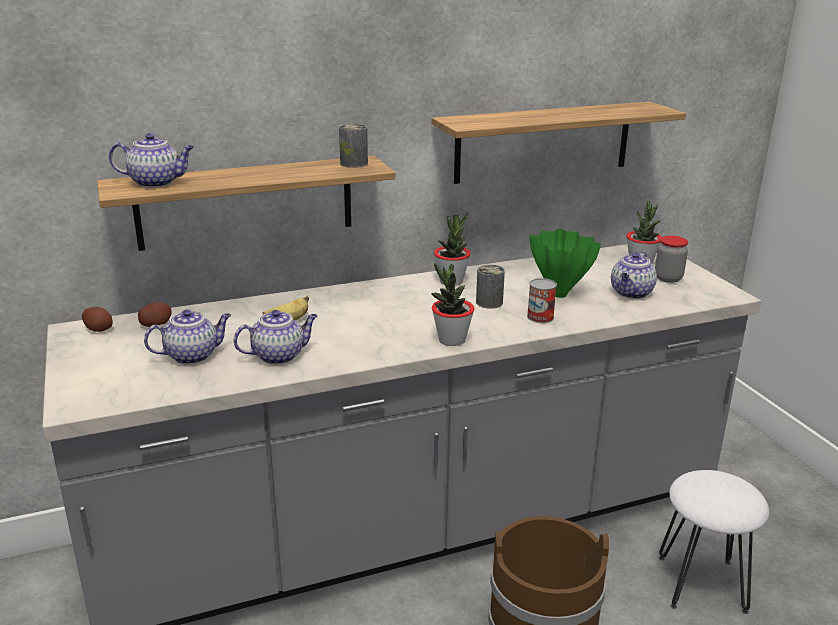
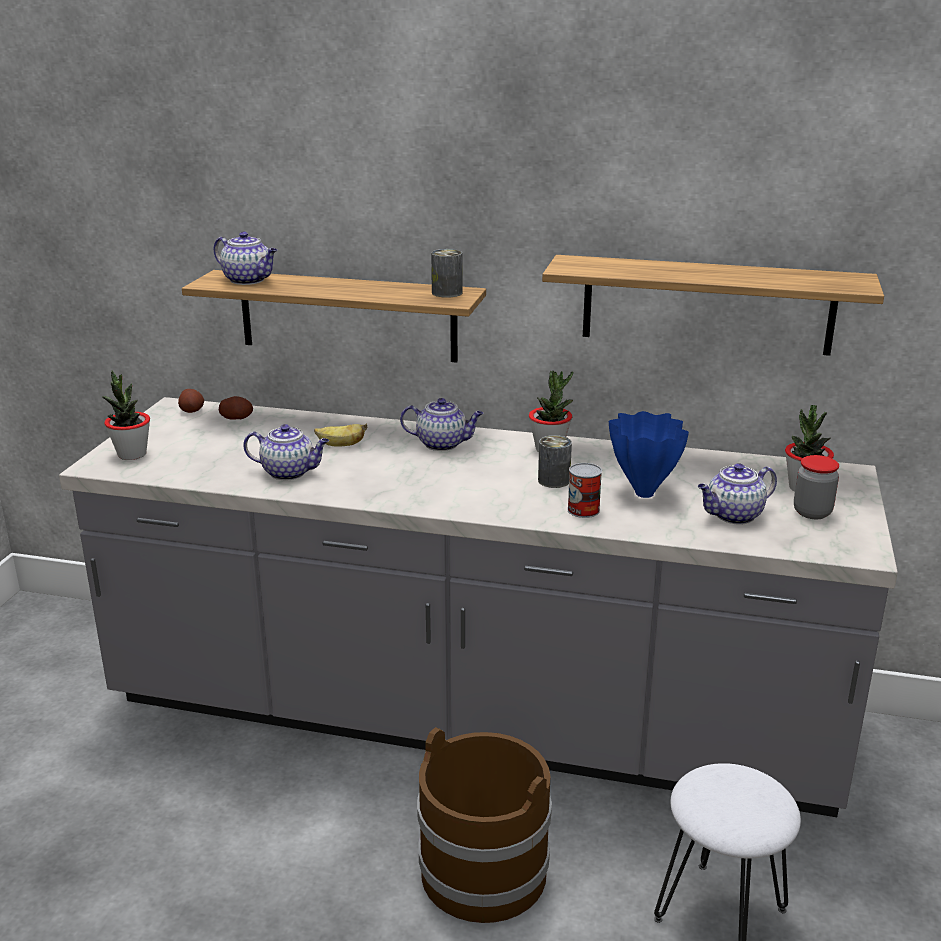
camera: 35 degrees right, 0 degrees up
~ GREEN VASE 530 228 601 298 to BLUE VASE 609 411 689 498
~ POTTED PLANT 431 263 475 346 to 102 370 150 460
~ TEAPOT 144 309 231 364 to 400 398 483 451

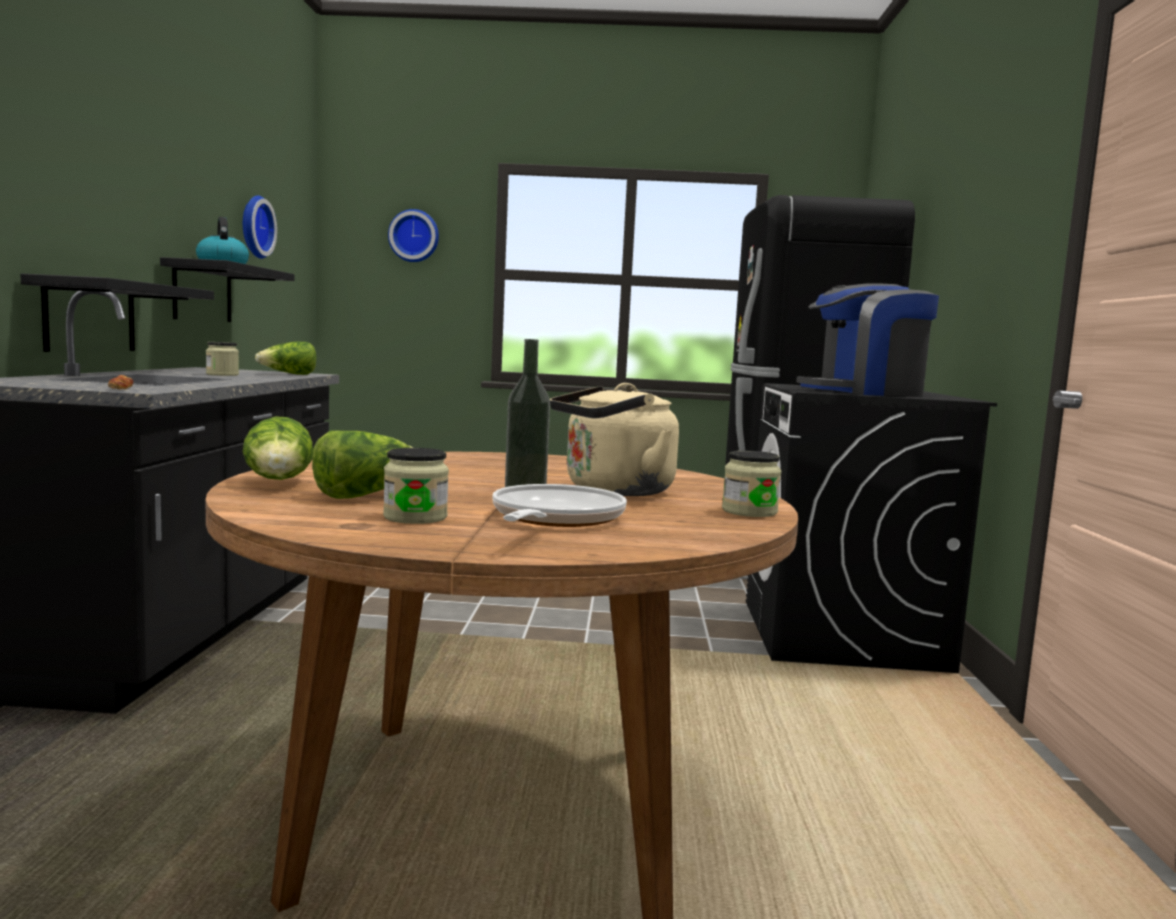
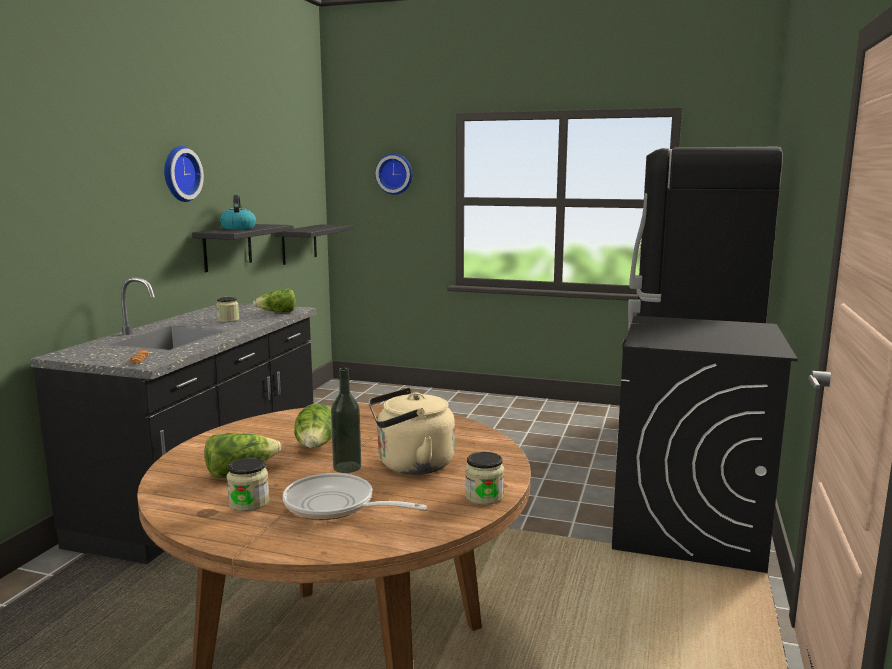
camera: 15 degrees right, 5 degrees up
~ WALL CLOCK 243 195 277 259 to 164 146 204 202
~ BLACK SHELF 20 273 214 352 to 275 224 353 265
- COFFEE MACHINE 797 284 939 397
~ LETTUCE 243 416 313 480 to 294 403 332 448
~ FRYING PAN 492 484 627 527 = 283 473 427 520 90 degrees counterclockwise

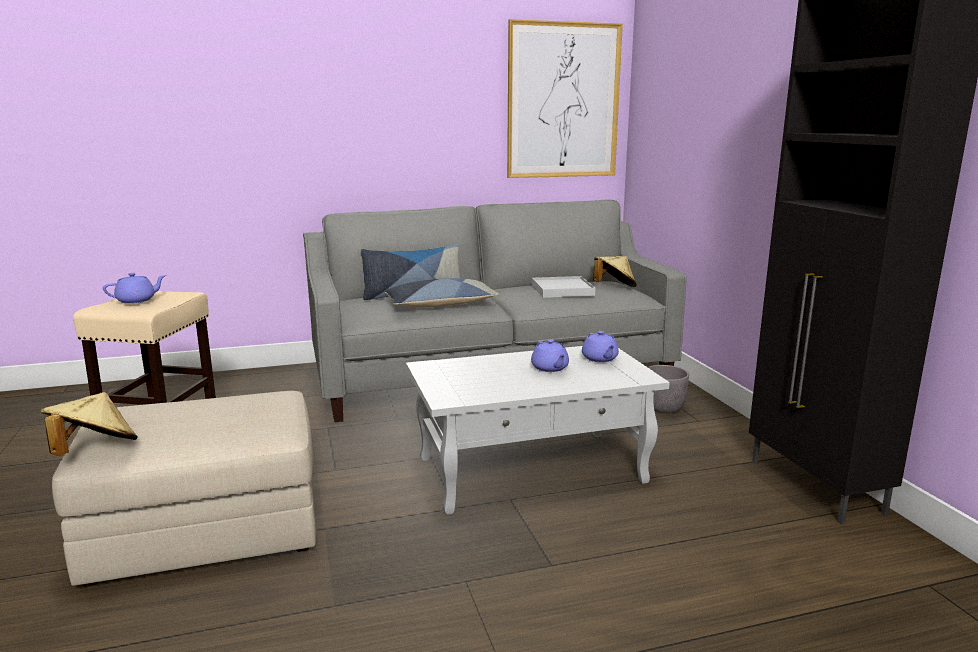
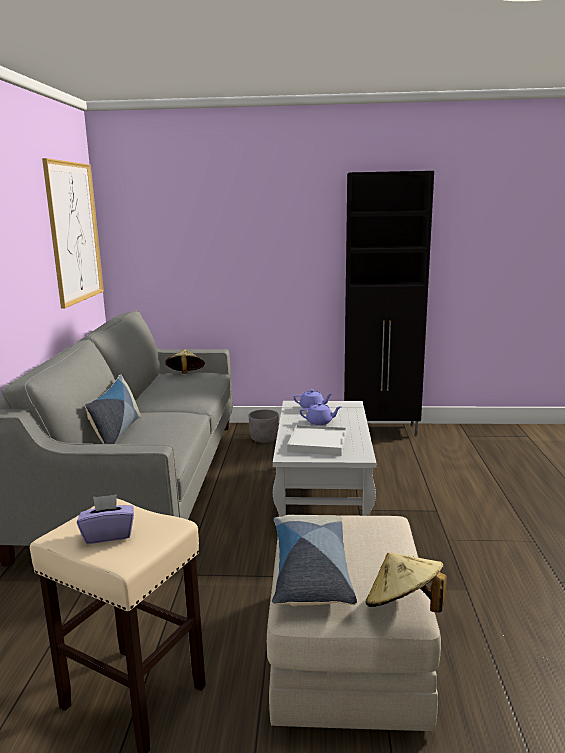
camera: 70 degrees left, 0 degrees up
~ PURPLE TEAPOT 103 273 166 304 to PURPLE TISSUE BOX 77 494 134 544
~ WHITE TRAY 532 276 595 298 to 287 425 347 456
~ PILLOW 384 278 499 307 to 272 515 357 607

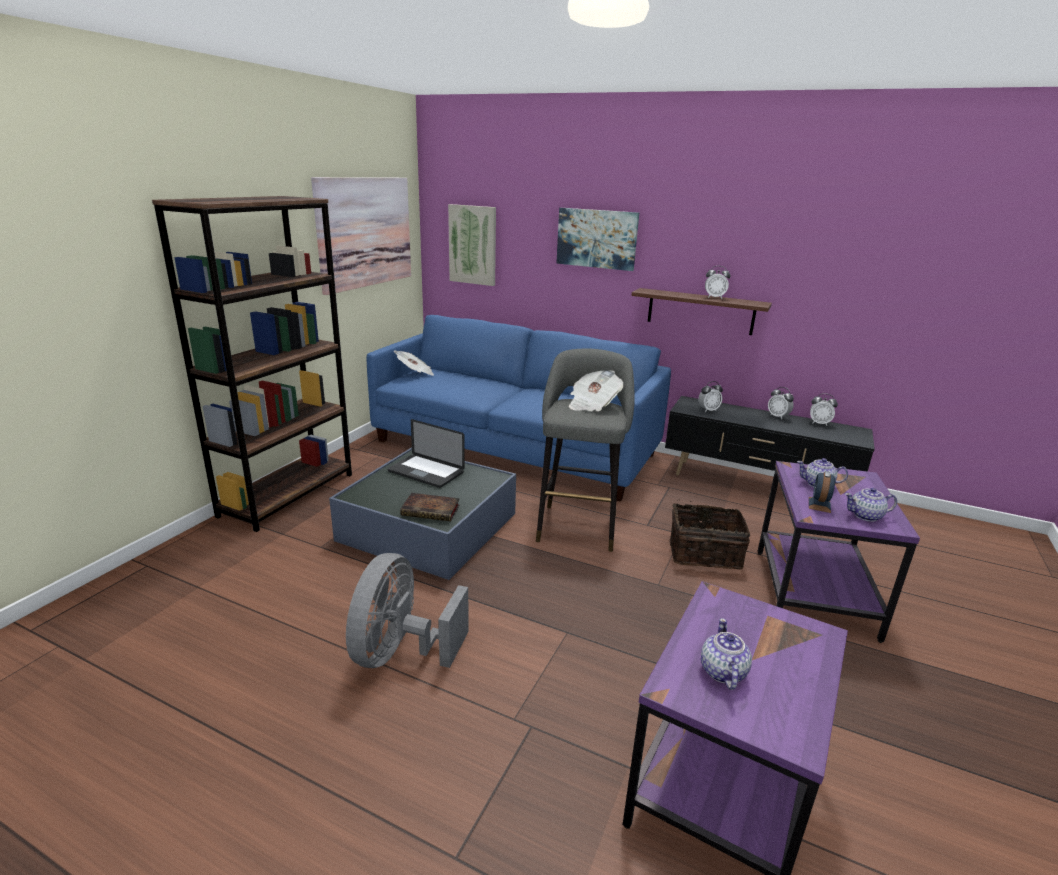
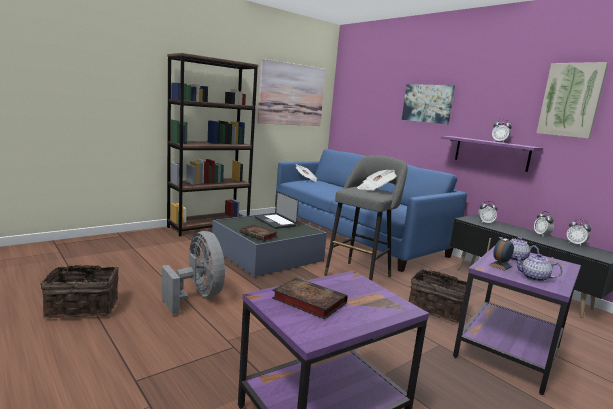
camera: 25 degrees right, 10 degrees down
~ PICTURE 448 204 496 286 to 536 62 608 139
~ BROWN SHELF 632 288 772 335 to PURPLE SHELF 441 136 543 172
~ GREY FAN 346 553 469 668 = 162 231 225 314 105 degrees clockwise
~ TEAPOT 701 618 752 690 to BOOK 272 277 348 319
+ BASKET 40 264 119 318

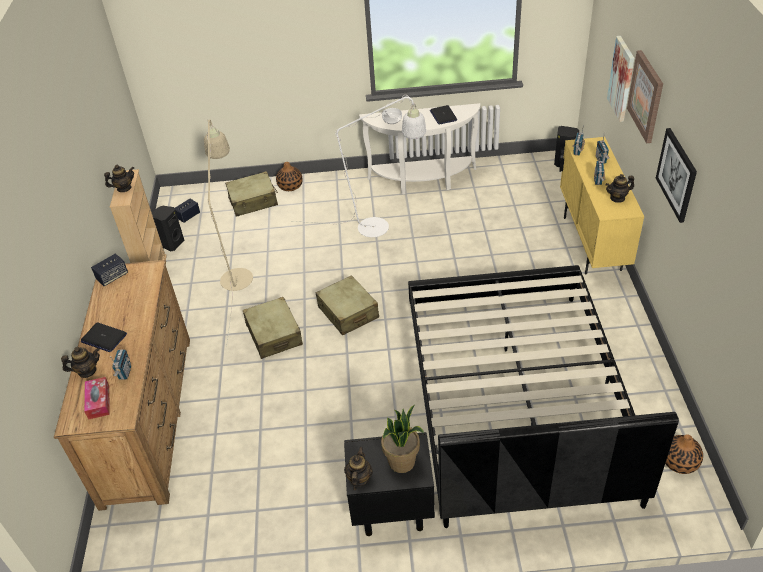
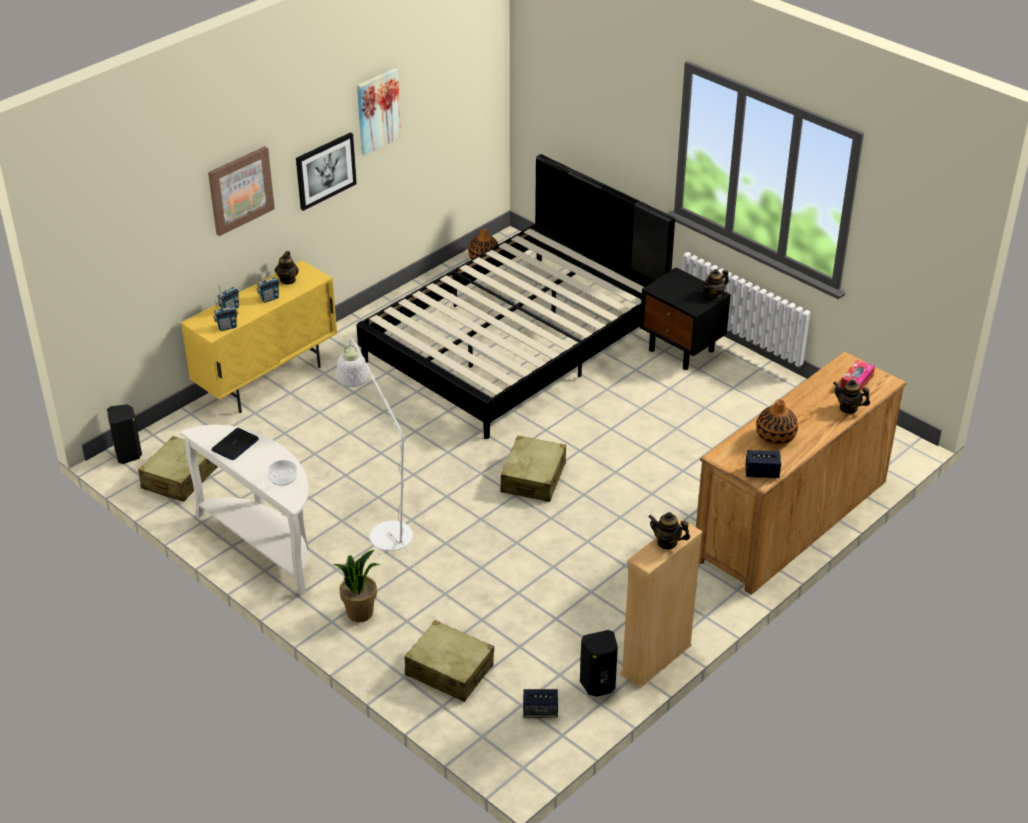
camera: 135 degrees left, 5 degrees down
~ PICTURE 607 36 634 122 to 357 68 401 156
- BEIGE FLOOR LAMP 204 119 253 347
~ VASE 276 162 303 191 to 756 399 798 445
~ TEAPOT 606 174 634 203 = 275 251 299 284 60 degrees clockwise
~ BEIGE SUITCASE 243 297 303 359 to 138 436 218 502
- LAPTOP 81 322 127 352
- RADIO 110 349 131 380
~ POTTED PLANT 381 405 424 473 to 333 550 380 622

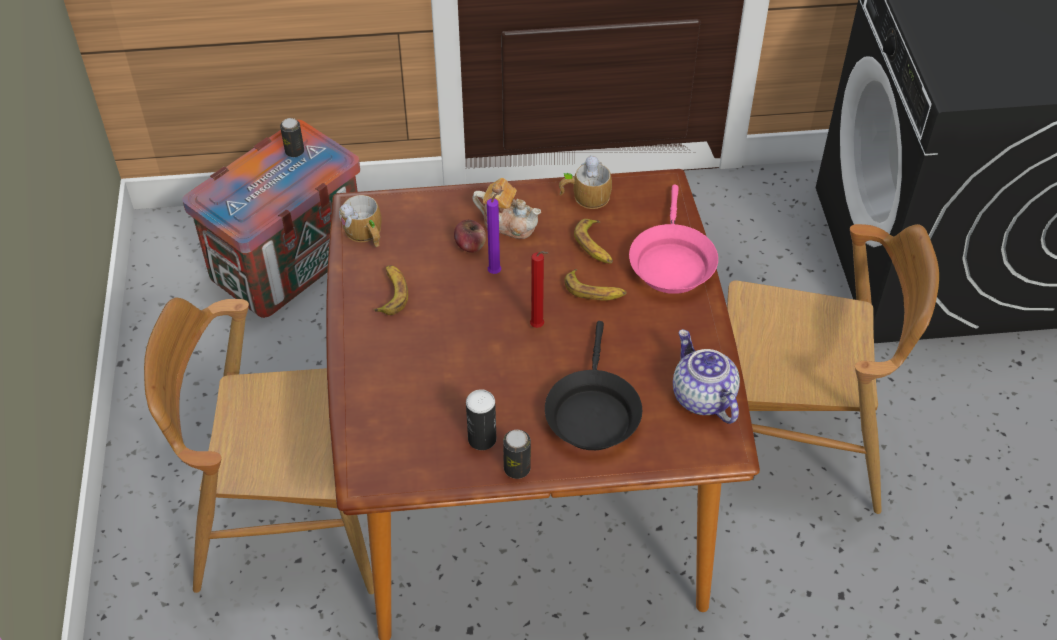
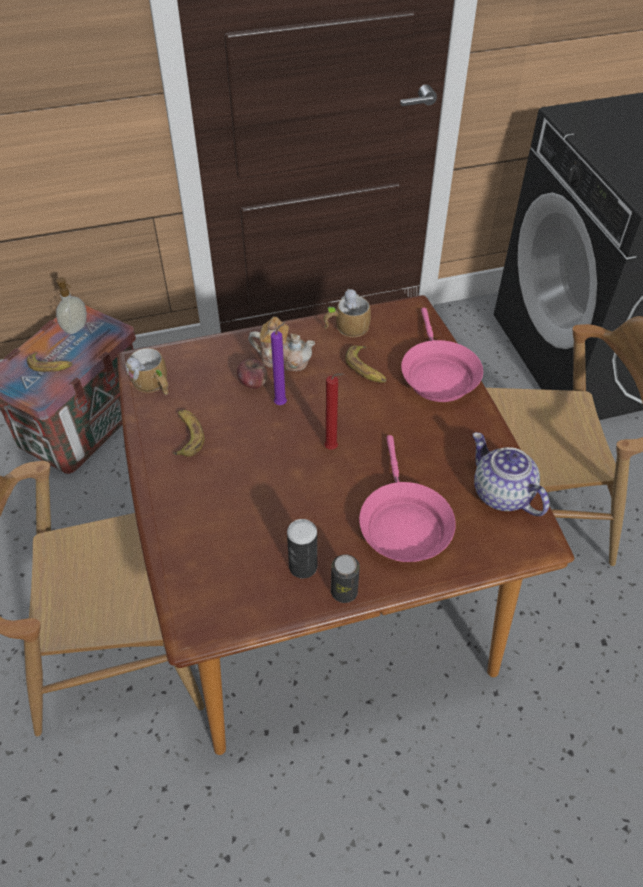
camera: 10 degrees left, 0 degrees up
~ CAN 280 118 304 157 to SOAP DISPENSER 56 277 87 334
~ BANANA 564 269 627 300 to 27 352 72 372
~ BLACK FRYING PAN 545 321 642 450 to PINK FRYING PAN 359 435 455 562

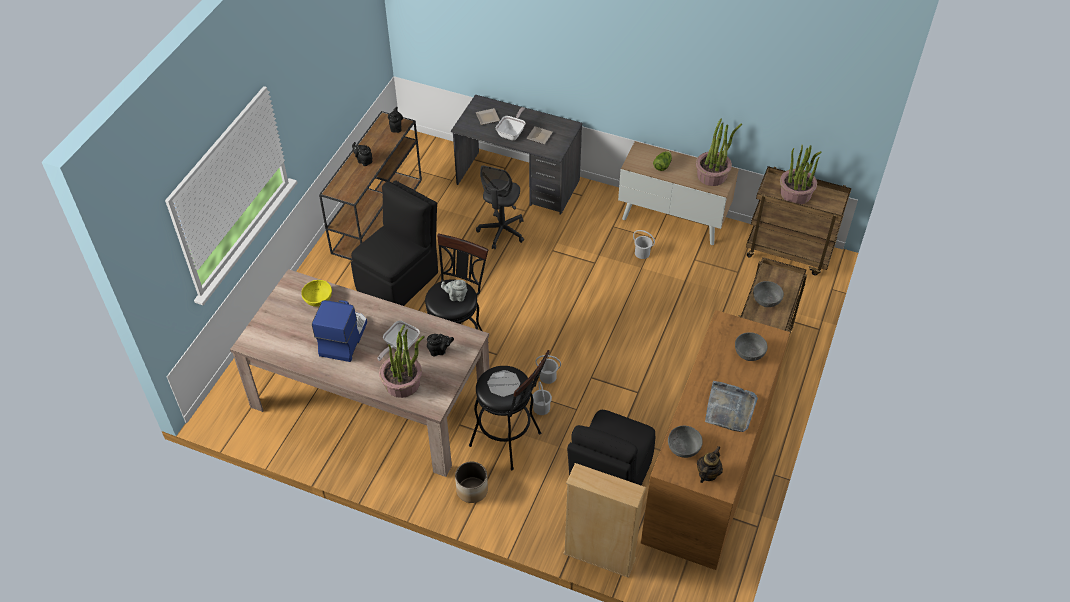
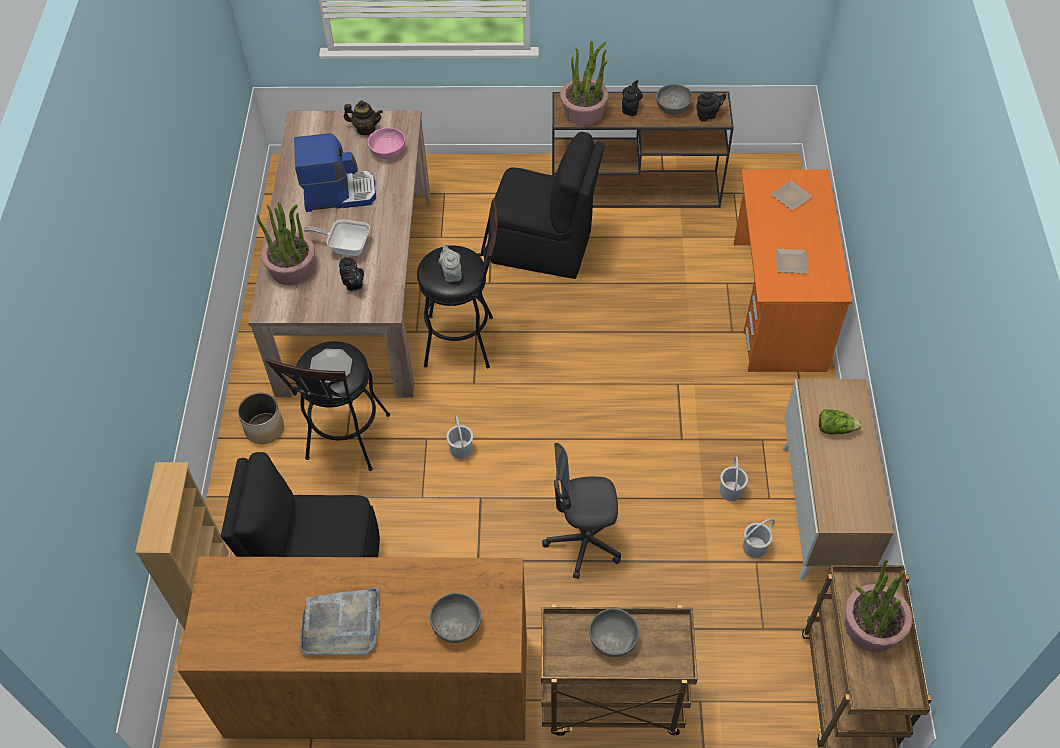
camera: 70 degrees right, 5 degrees up
~ GREY DESK 451 95 583 215 to ORANGE DESK 734 169 852 372
- FRYING PAN 496 107 526 140
~ POTTED PLANT 696 119 742 186 to 560 41 608 126
~ GREY OFFICE CHAIR 476 165 524 249 to 542 443 621 579
~ YELLOW BOWL 301 280 332 307 to PINK BOWL 368 128 405 159
~ WHITE BUCKET 533 381 552 415 to 743 518 775 558
~ GREY BOWL 668 426 703 458 to 656 84 693 115
~ TEAPOT 697 446 723 483 to 344 100 383 135

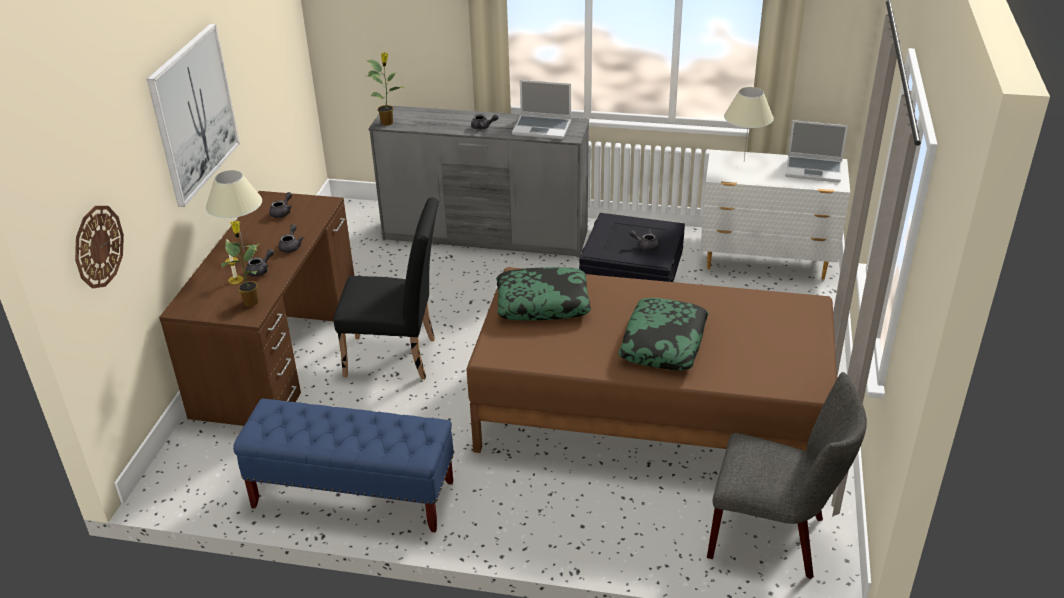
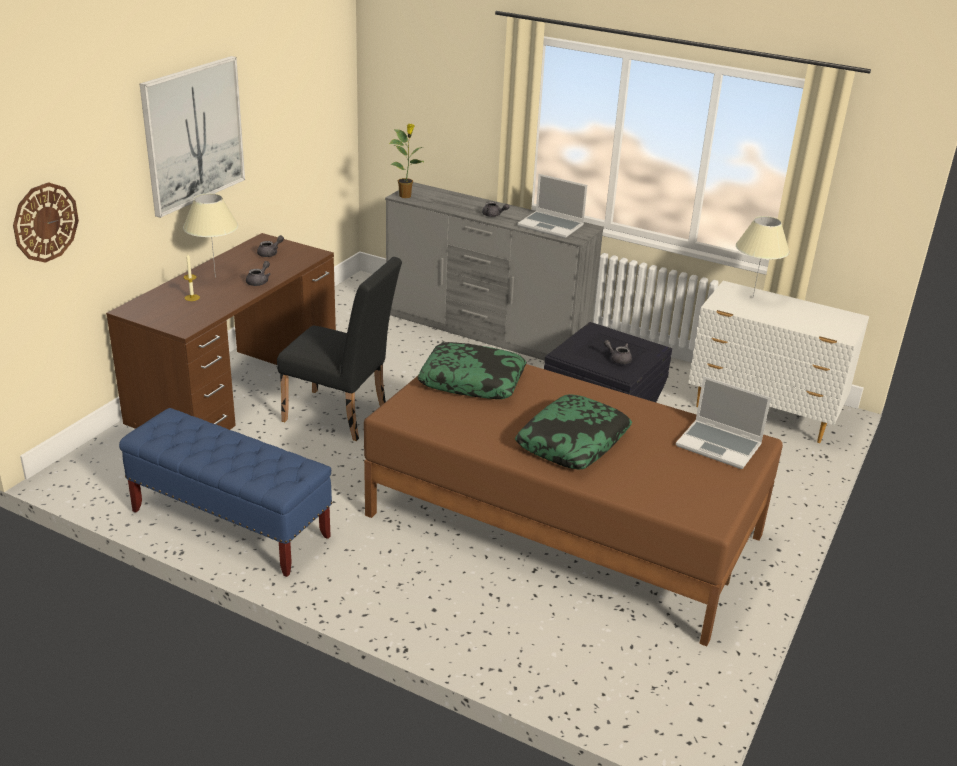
camera: 15 degrees right, 5 degrees down
~ LAPTOP 785 120 848 183 to 676 376 771 469
- POTTED PLANT 221 221 259 307
- GREY TEAPOT 246 249 274 277
- GREY CHAIR 707 372 867 579

